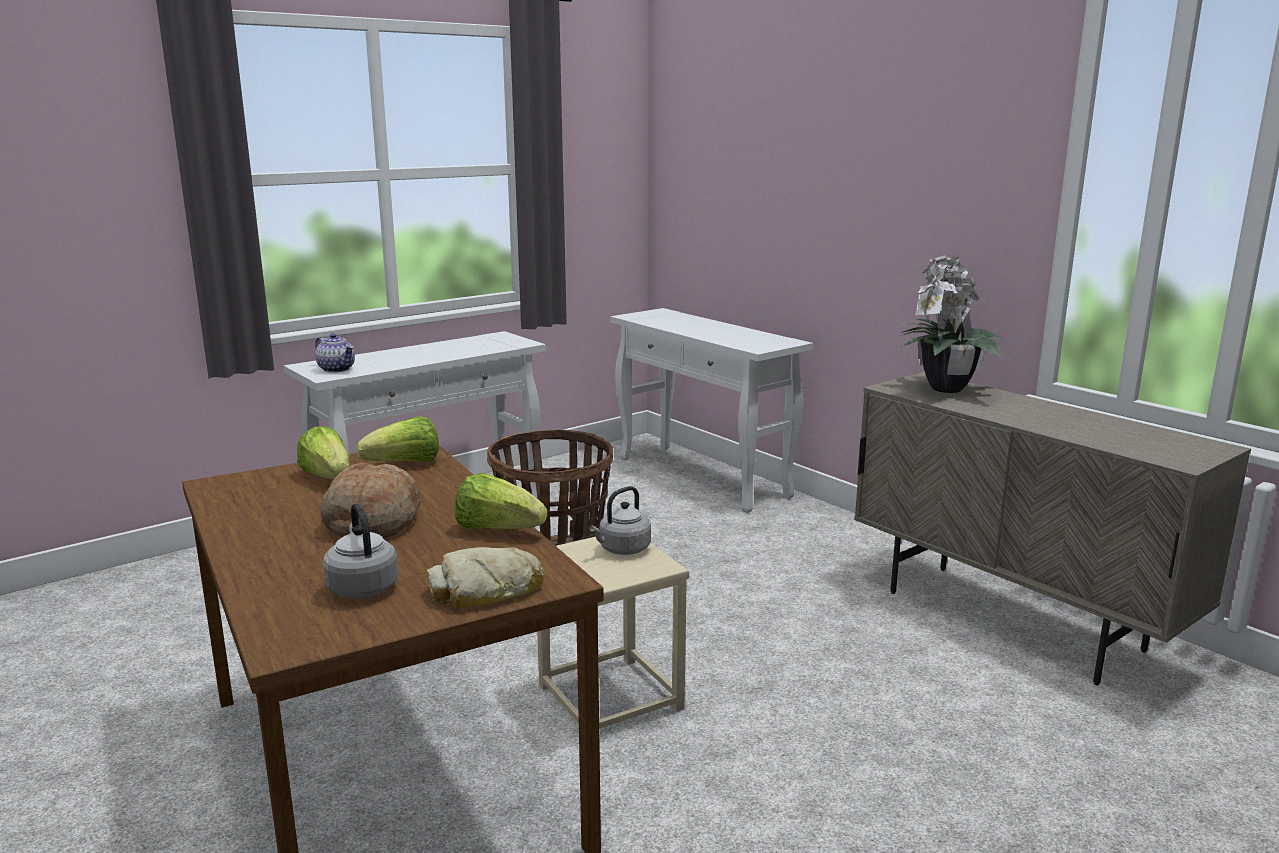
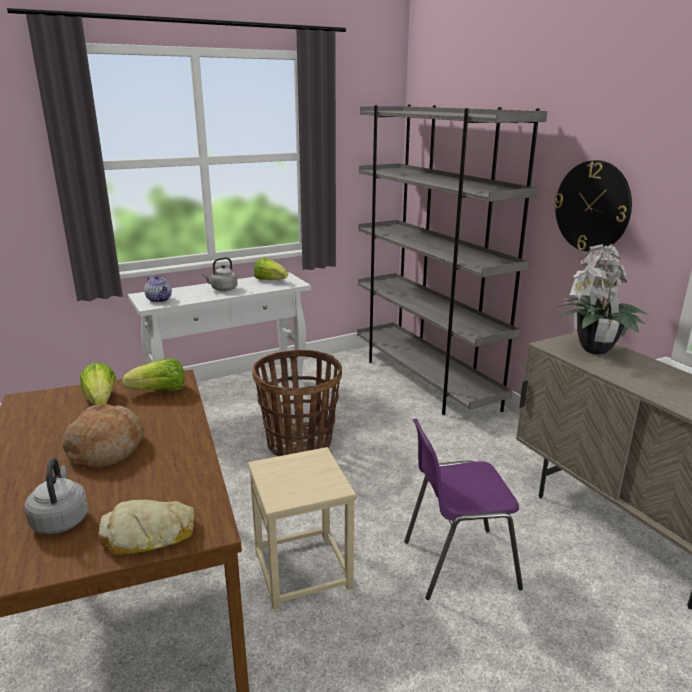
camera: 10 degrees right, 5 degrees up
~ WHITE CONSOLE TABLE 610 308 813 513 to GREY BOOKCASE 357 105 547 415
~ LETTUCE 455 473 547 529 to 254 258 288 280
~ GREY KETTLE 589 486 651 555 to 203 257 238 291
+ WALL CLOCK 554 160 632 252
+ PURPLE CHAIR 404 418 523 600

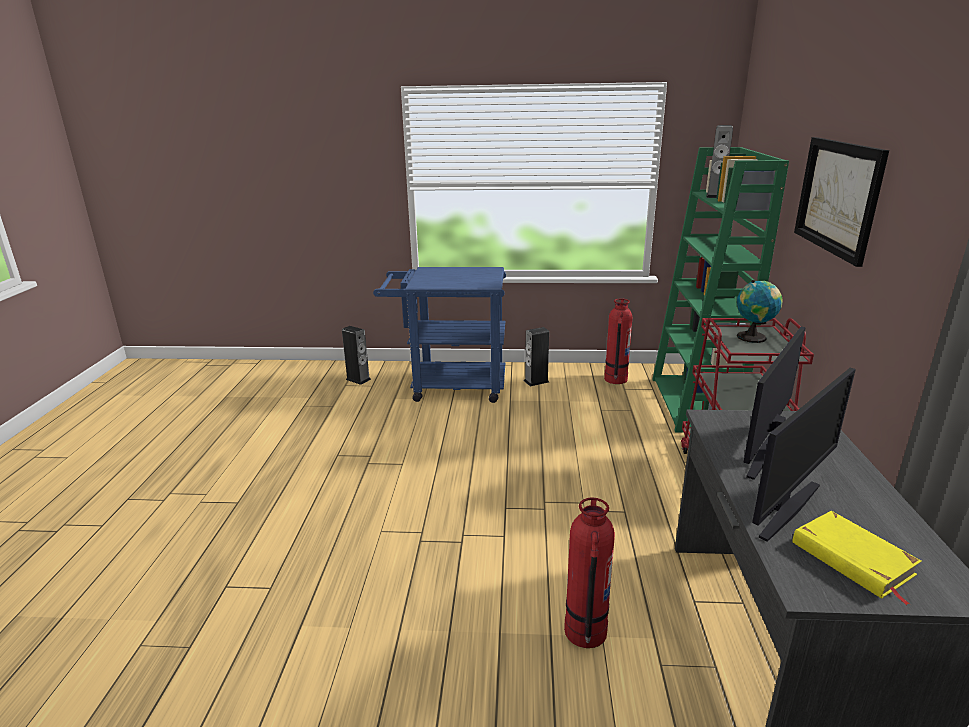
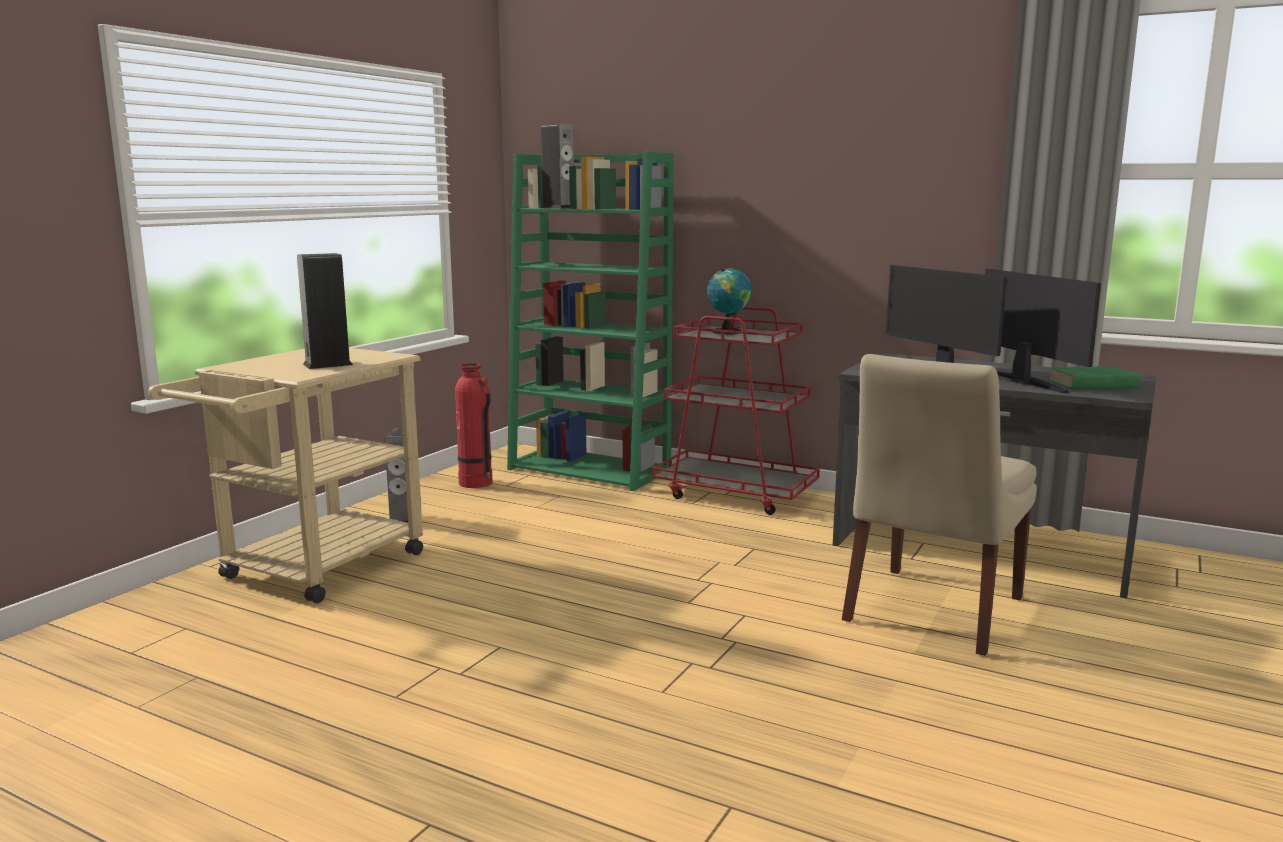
camera: 65 degrees left, 10 degrees down
- PICTURE 794 137 889 267
~ BLUE CART 373 267 506 403 to BEIGE CART 148 348 423 603
~ SPEAKER 342 326 371 385 to 297 253 353 369
~ FIRE EXTINGUISHER 564 498 615 648 to BEIGE CHAIR 842 354 1037 656
~ YELLOW BOOK 792 511 922 605 to GREEN BOOK 1048 366 1146 389

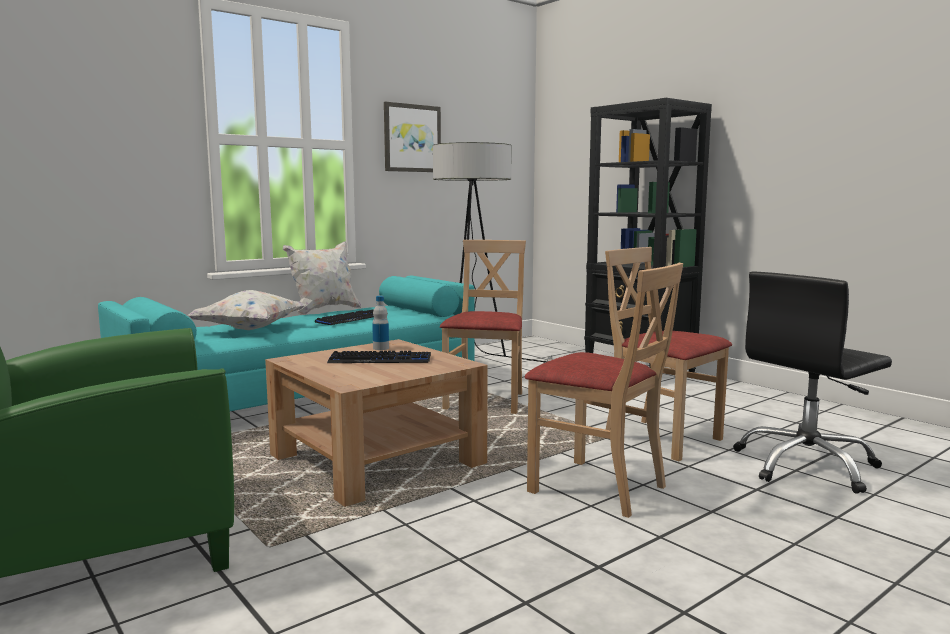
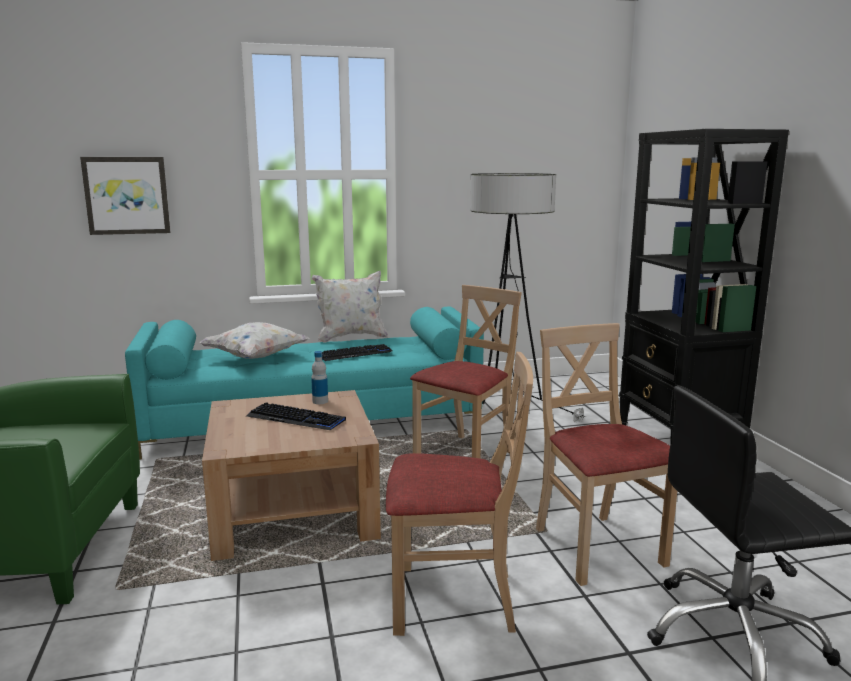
camera: 25 degrees right, 5 degrees up
~ PICTURE 384 102 441 172 to 80 157 171 235
~ BEIGE CHAIR 525 263 683 518 = 386 352 533 636 60 degrees counterclockwise

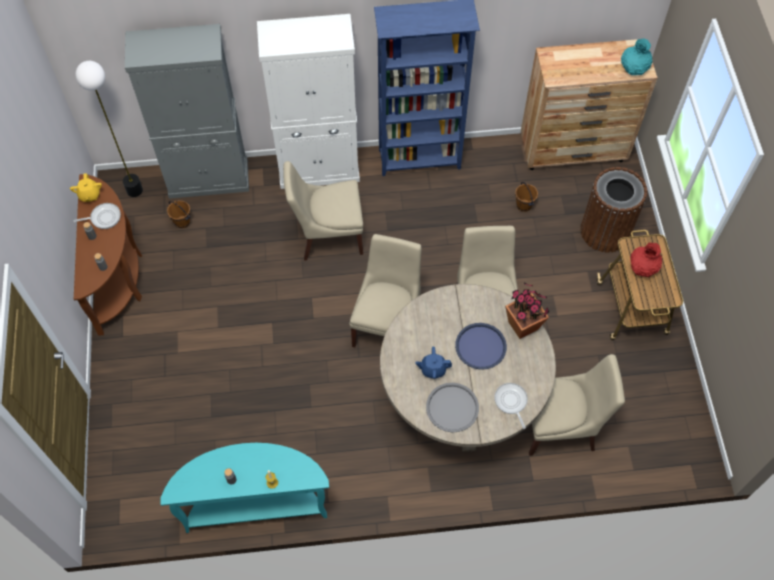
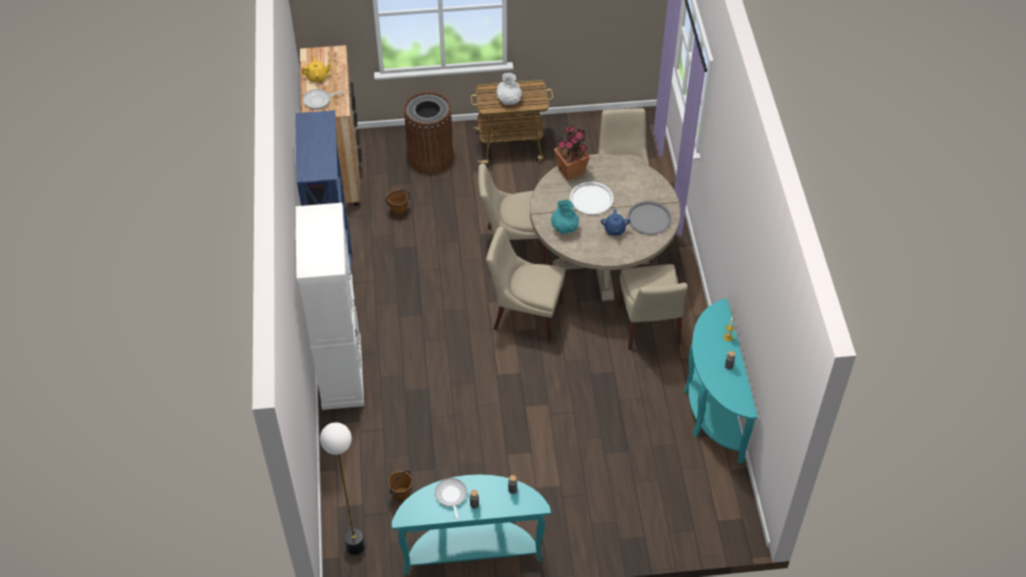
camera: 90 degrees left, 10 degrees down
- GREY CABINET 125 24 249 199
~ TURQUOISE VASE 621 38 653 75 to 551 199 579 234
~ BEIGE CHAIR 283 161 363 261 to 618 264 688 350
~ YELLOW TEAPOT 70 173 102 202 to 302 57 331 83
~ BROWN CONSOLE TABLE 74 174 142 336 to TURQUOISE CONSOLE TABLE 392 474 551 575
~ RED VASE 631 243 662 277 to WHITE VASE 497 73 522 105
~ BLUE TRAY 455 323 507 370 to WHITE TRAY 570 182 614 215
~ FRYING PAN 494 383 528 429 to 303 89 344 110

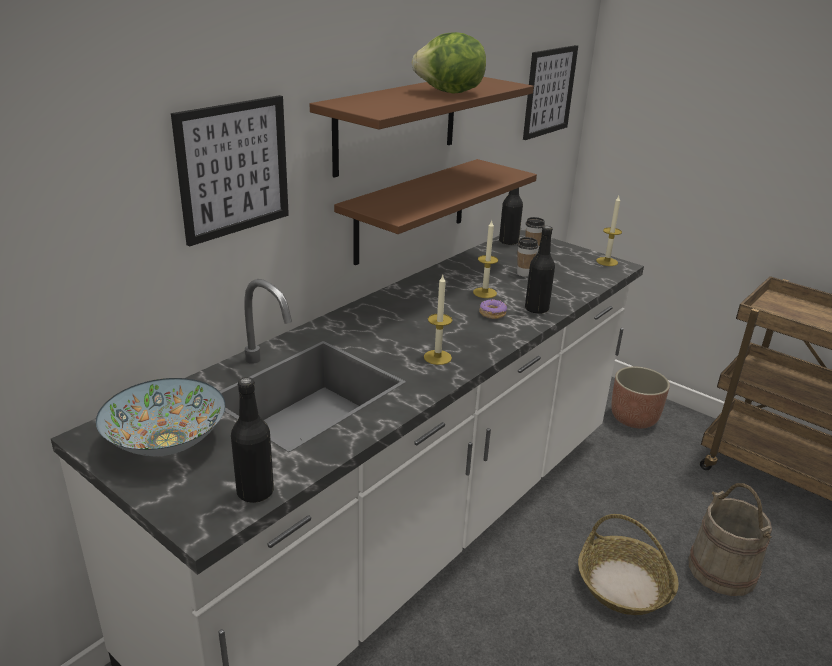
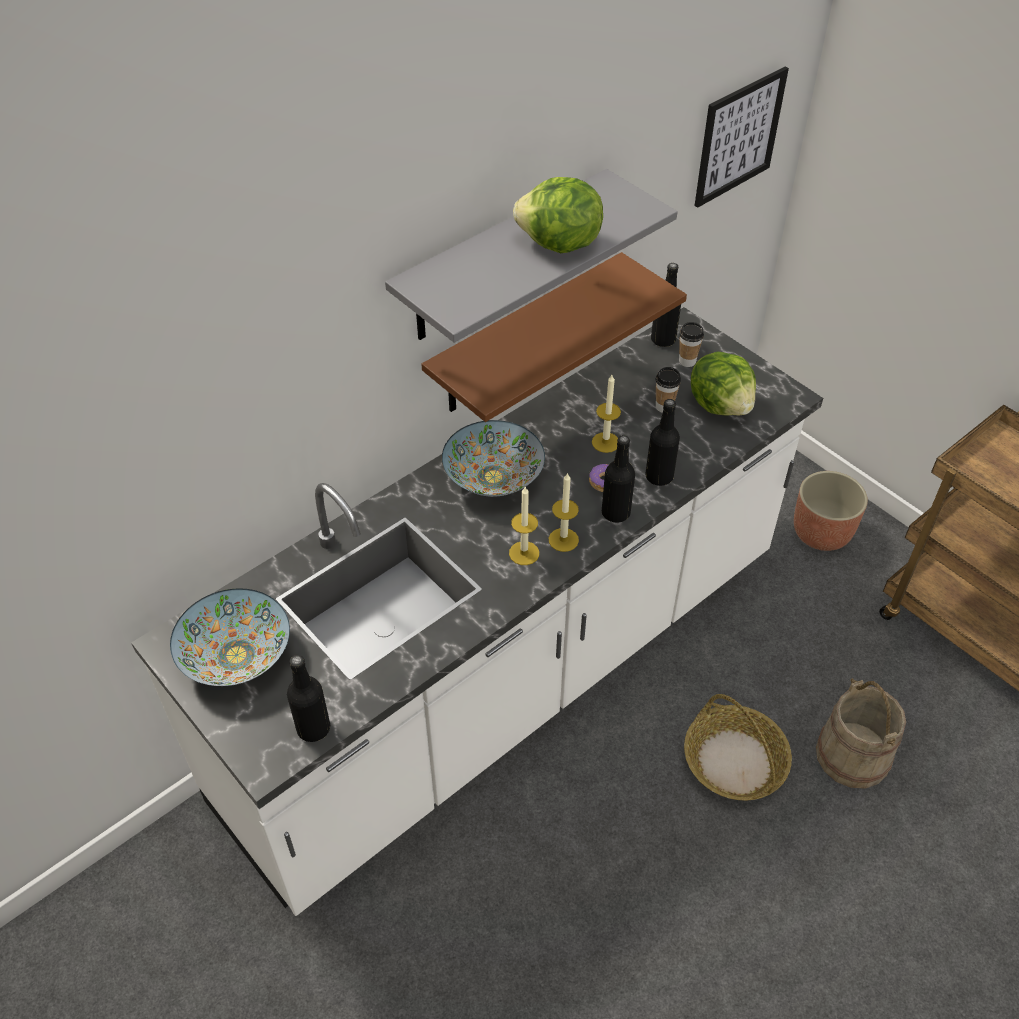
camera: 10 degrees right, 20 degrees up
~ BROWN SHELF 310 77 534 178 to GREY SHELF 385 169 678 343
- PICTURE 171 95 289 247
~ CANDLE 596 196 622 266 to 549 472 579 552
+ LETTUCE 691 351 756 416
+ BOWL 442 420 545 497
+ BLACK BOTTLE 602 435 635 523

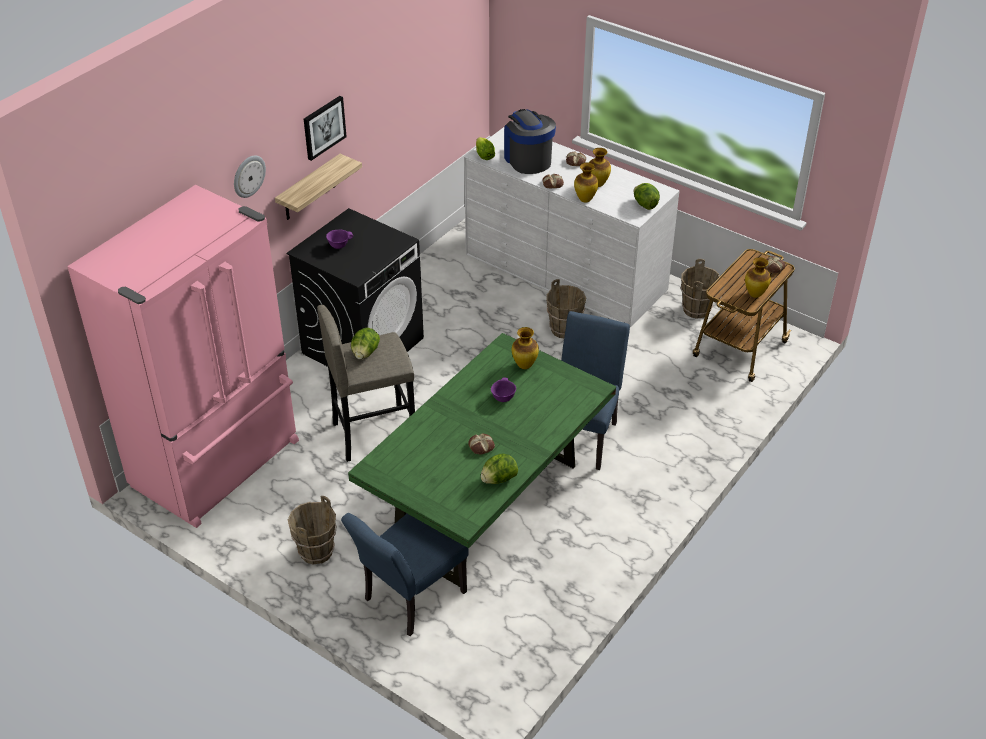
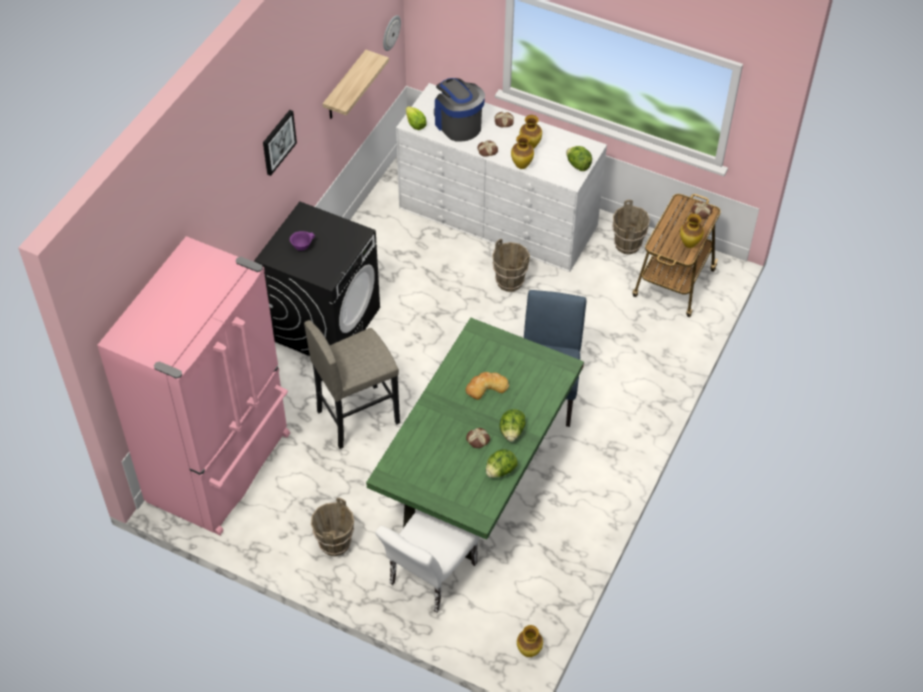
camera: 10 degrees left, 10 degrees up
~ SHELF 275 154 362 220 to 323 50 389 119
~ WALL CLOCK 234 156 266 198 to 383 15 401 51
~ VASE 512 327 539 369 to 517 625 543 657
~ LETTUCE 351 328 380 359 to 499 409 525 442
~ PURPLE BOWL 491 377 516 402 to BREAD 466 372 509 400
~ BLUE CHAIR 341 513 469 636 to WHITE CHAIR 375 510 480 612

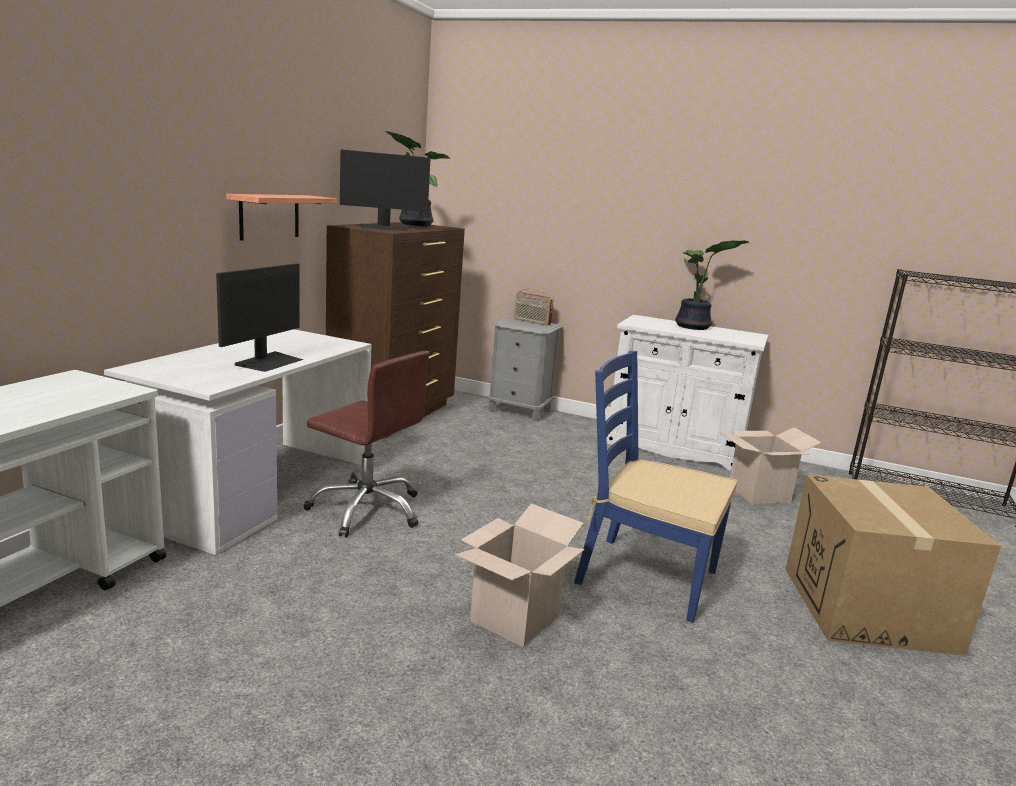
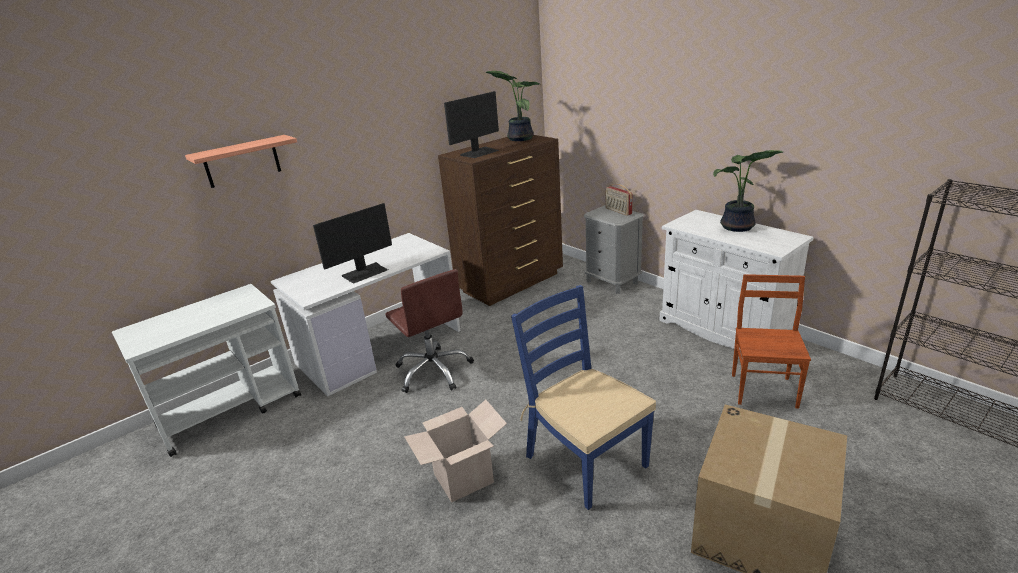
camera: 30 degrees right, 10 degrees up
~ MONITOR 340 149 431 231 = 444 91 499 158 60 degrees counterclockwise
~ SHELF 226 194 336 241 to 185 135 297 188
~ CARDBOARD BOX 720 427 821 504 to BROWN CHAIR 732 274 811 409

